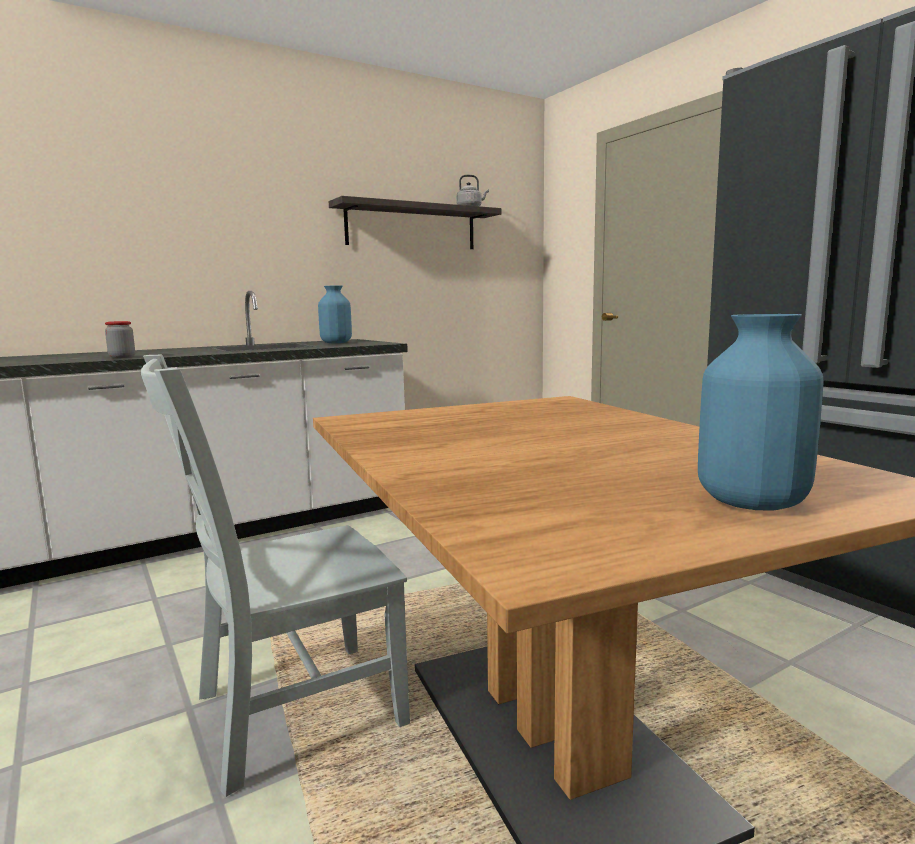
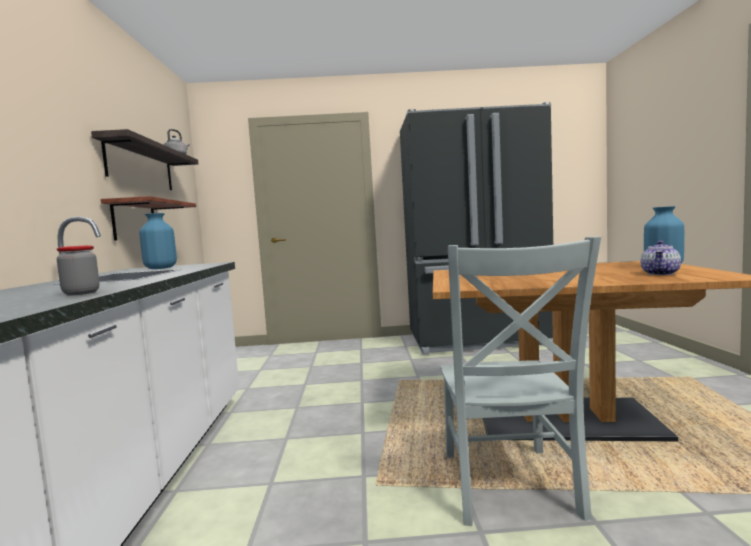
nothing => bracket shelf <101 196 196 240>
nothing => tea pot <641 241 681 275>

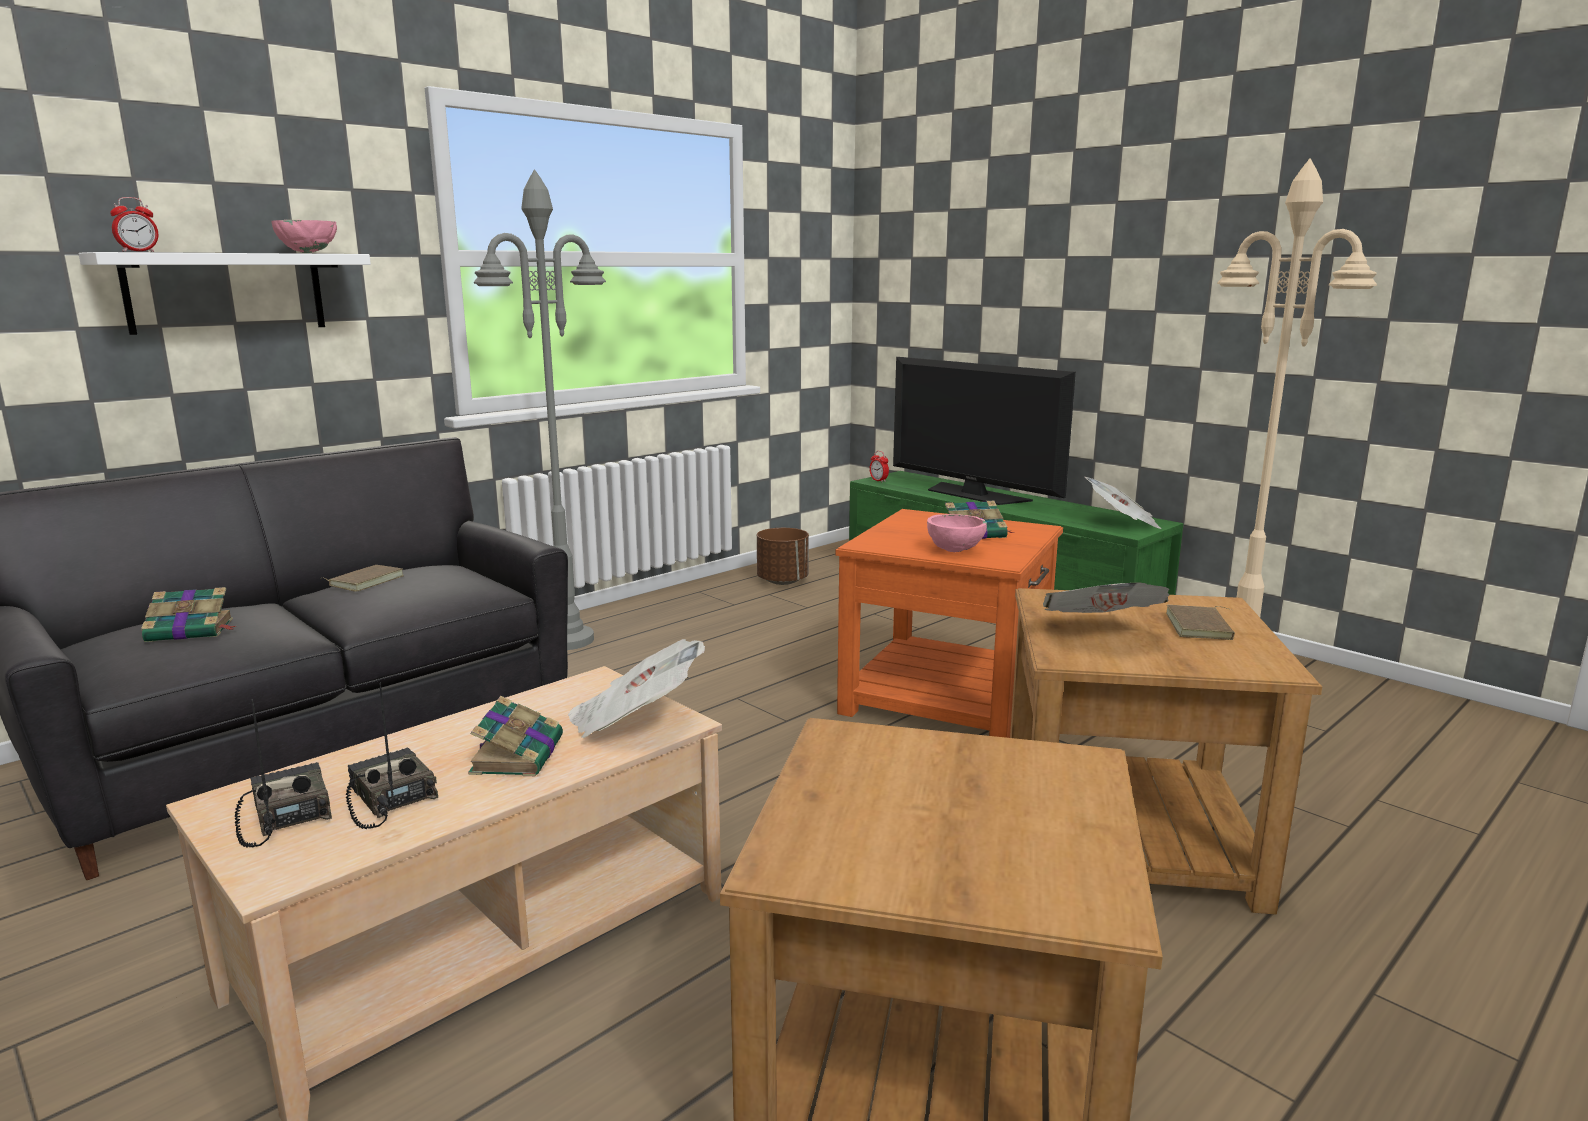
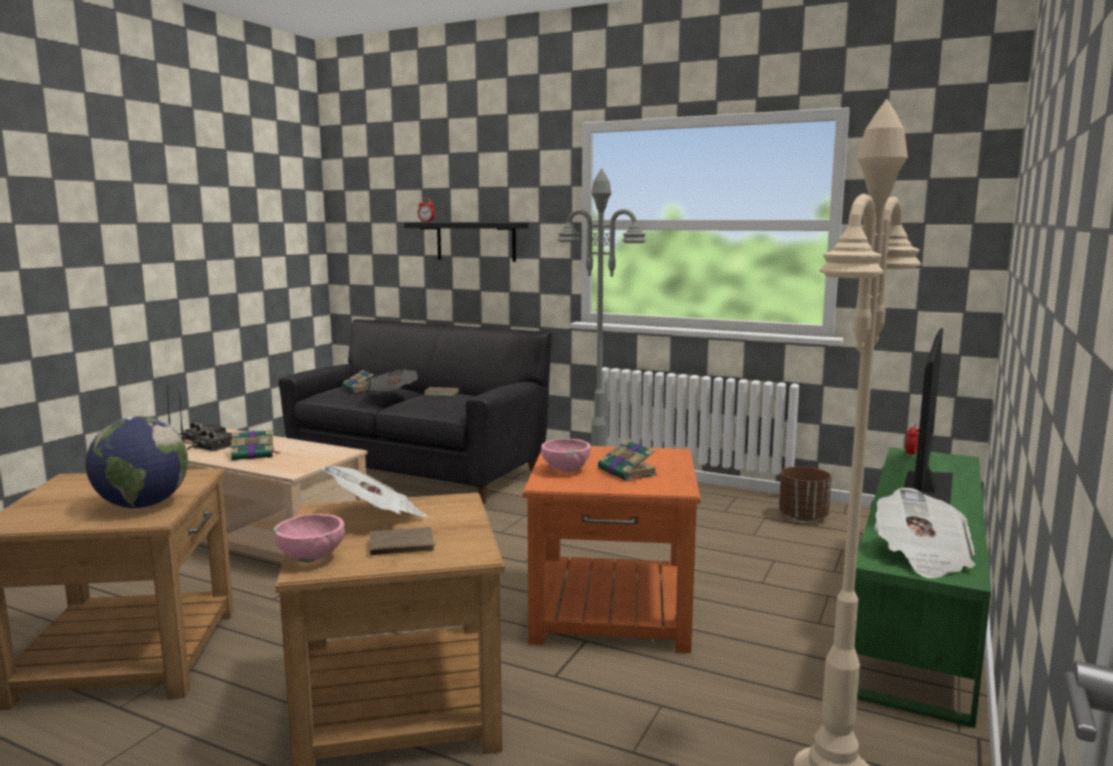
nothing => world globe <86 416 188 508>
deep dish (pinkish) <271 220 337 253> => deep dish (pinkish) <274 514 345 563>, moved
newspaper <568 639 705 738> => newspaper <367 369 419 391>, moved
bracket shelf (whitish) <79 252 371 335> => bracket shelf (black) <404 222 528 262>

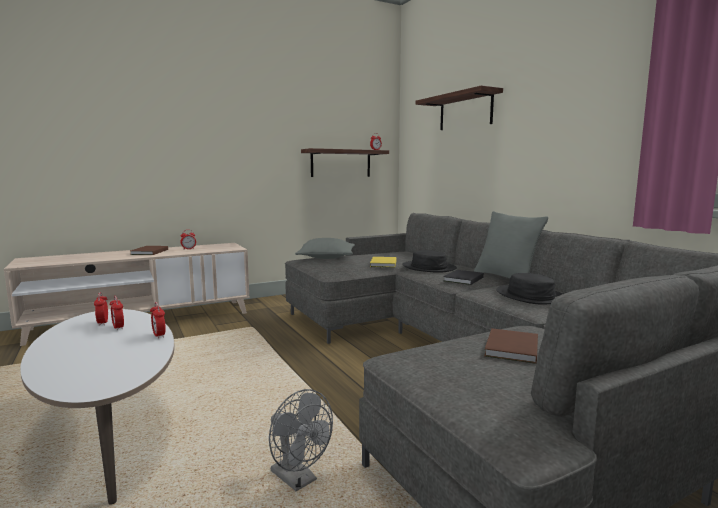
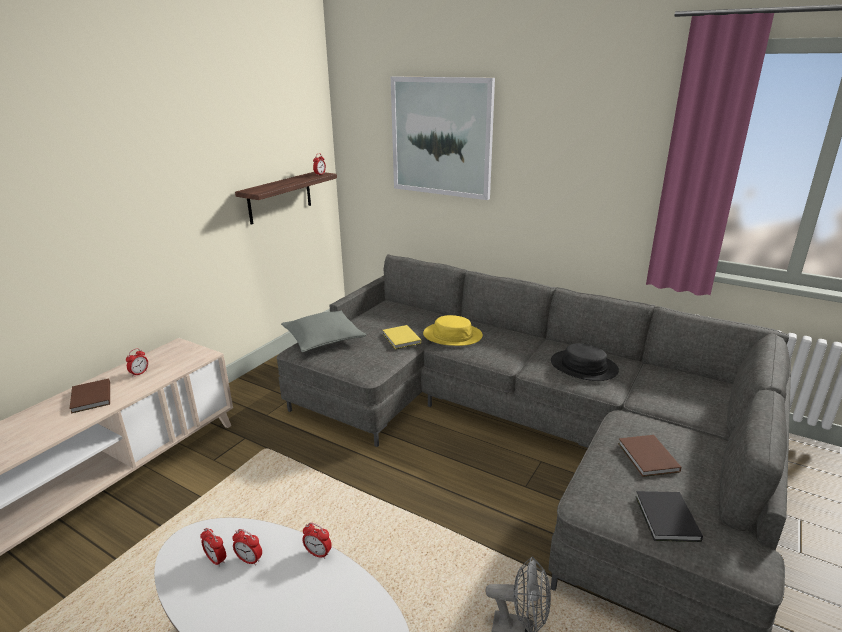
throw pillow (gray) <474 211 548 278> => nothing
volume (black) <443 270 484 285> => volume (black) <635 491 703 542>, moved
bracket shelf <416 85 503 130> => wall art <391 77 495 200>
wearable hat (black) <402 250 457 273> => wearable hat (yellow) <423 315 483 346>

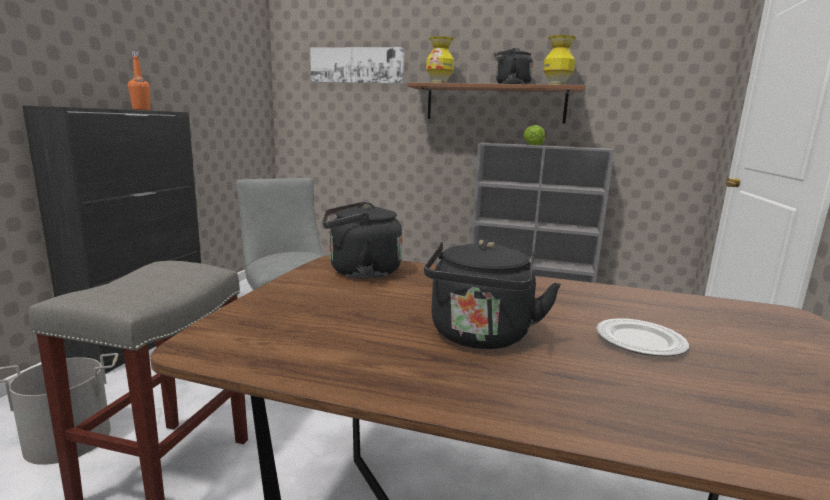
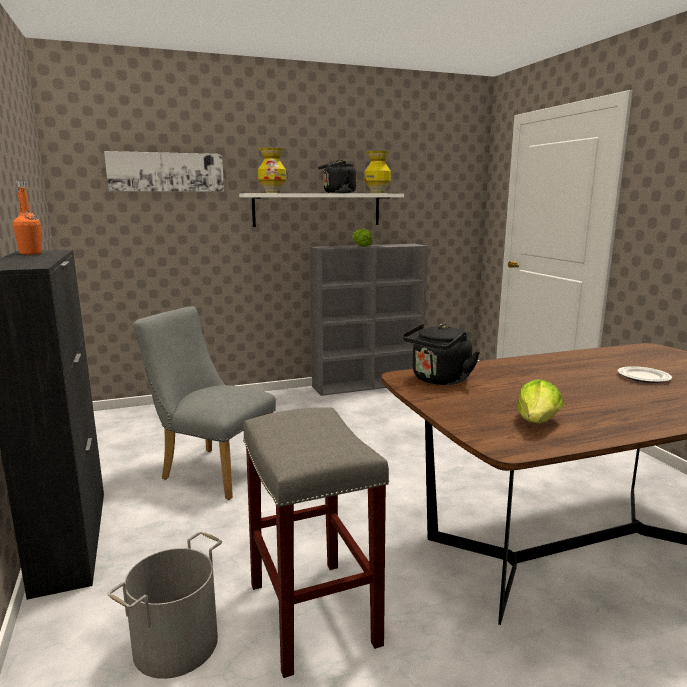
tea kettle (black) <424 240 561 349> => nothing
nothing => lettuce <517 379 563 423>
bracket shelf (brown) <407 82 585 124> => bracket shelf (whitish) <239 193 404 227>

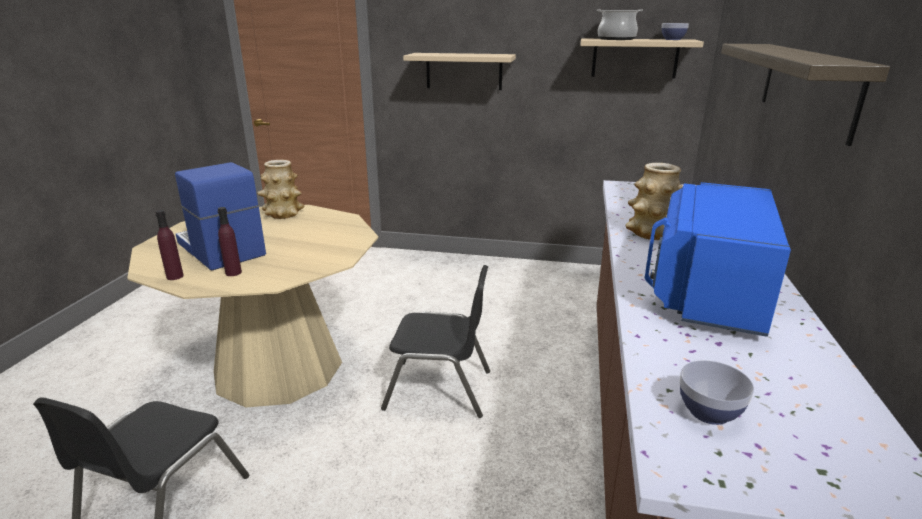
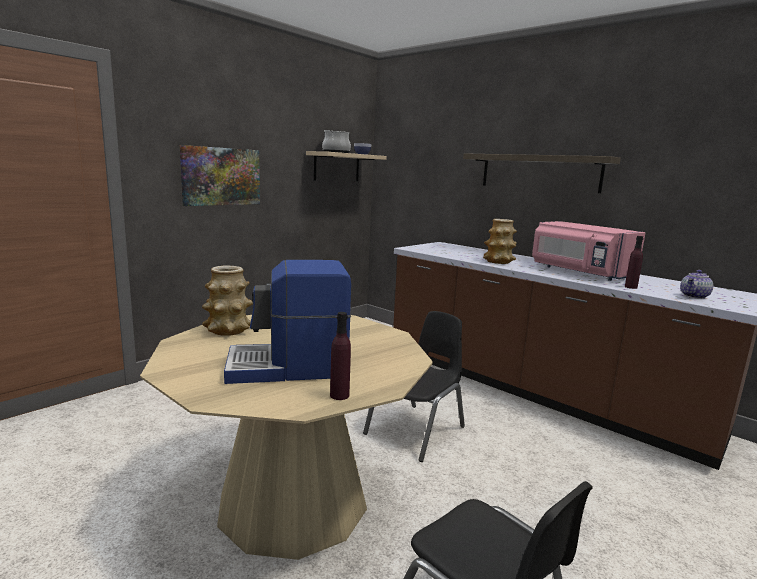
drink bottle (purplish) <217 207 242 276> => drink bottle (purplish) <625 236 643 289>, moved
bracket shelf (beige) <403 53 516 90> => wall art <180 145 260 206>
deep dish <680 360 754 425> => tea pot <680 270 713 299>
microwave (bluish) <645 182 791 337> => microwave (pinkish) <532 221 646 281>

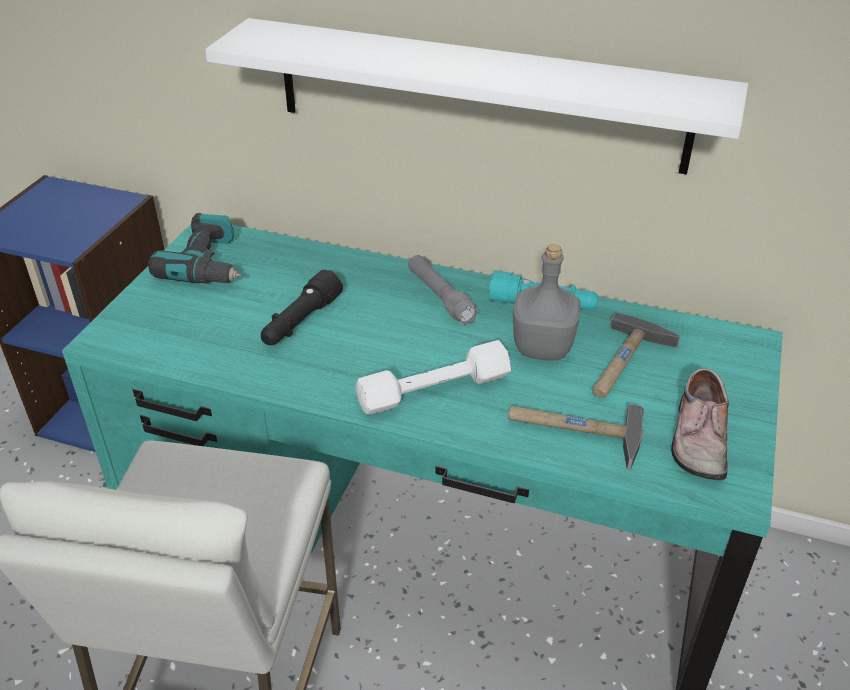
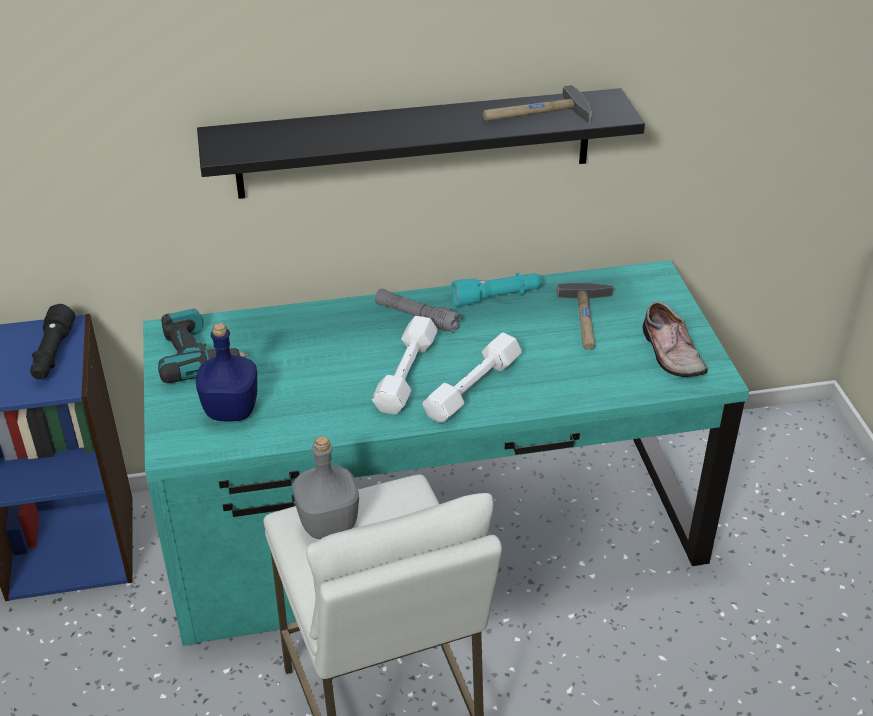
nothing => drink bottle (bluish) <196 323 257 422>
nothing => free weight (whitish) <372 316 438 415>
hand torch (black) <261 270 343 345> => hand torch (black) <30 304 75 379>, moved
hand hammer <508 404 644 470> => hand hammer <483 85 592 124>, moved
drink bottle (gray) <513 244 581 360> => drink bottle (gray) <292 436 359 539>, moved
bracket shelf (whitish) <205 18 748 174> => bracket shelf (black) <197 88 645 199>

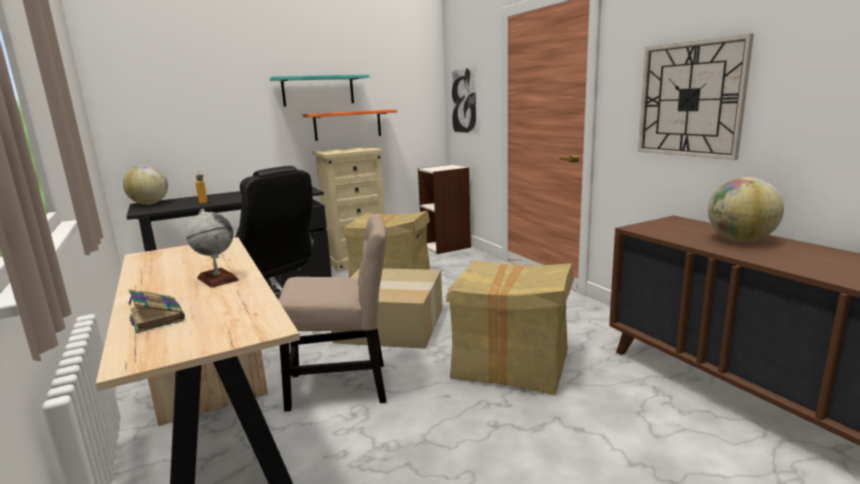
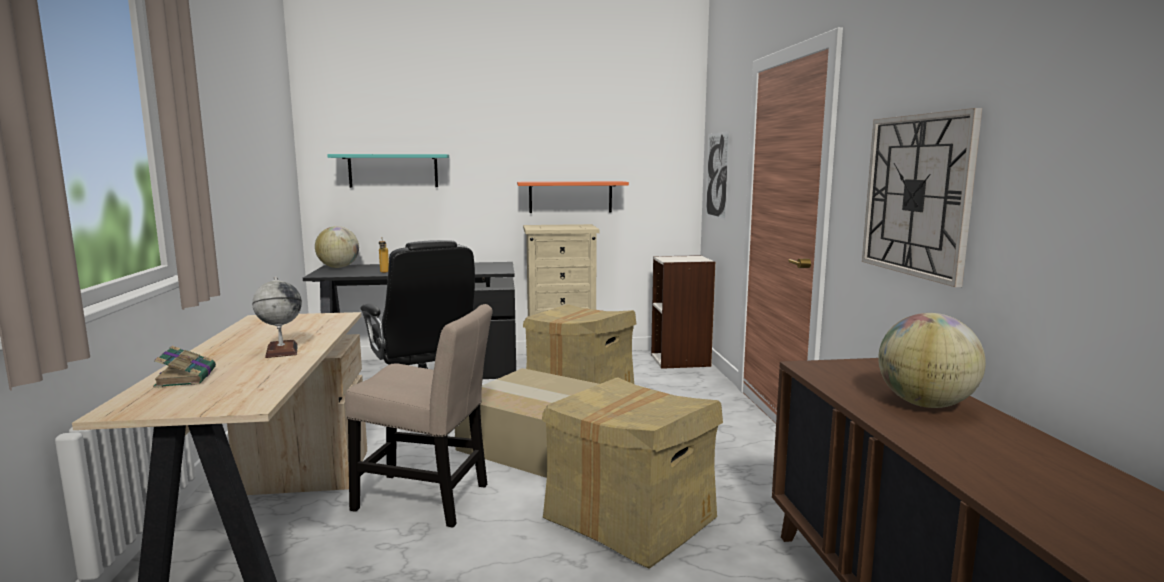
bracket shelf (turquoise-coloured) <270 74 370 107> => bracket shelf (turquoise-coloured) <327 154 449 188>, moved

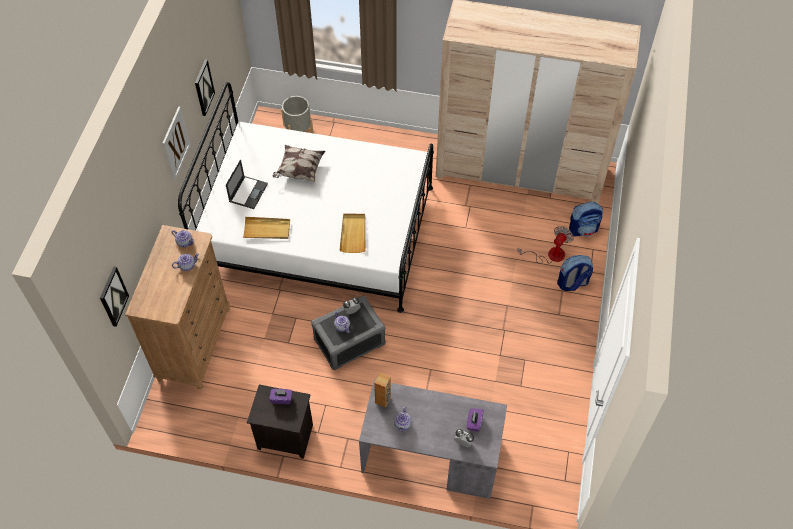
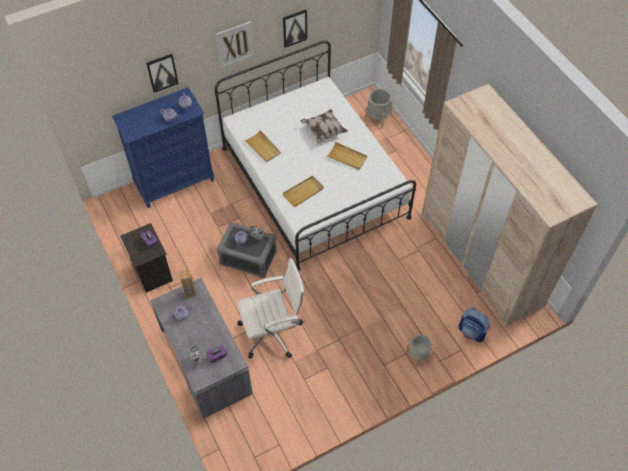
notebook computer <226 159 268 209> => nothing
electric fan <517 226 574 264> => nothing
nothing => desk chair (whitish) <237 258 305 359>
nothing => carrying tray (beige) <327 142 367 170>
wall art <100 266 129 327> => wall art <146 54 179 93>, moved
backpack <557 255 593 291> => plant pot (gray) <405 335 434 368>
dresser (brown) <125 225 230 390> => dresser (bluish) <112 87 214 208>

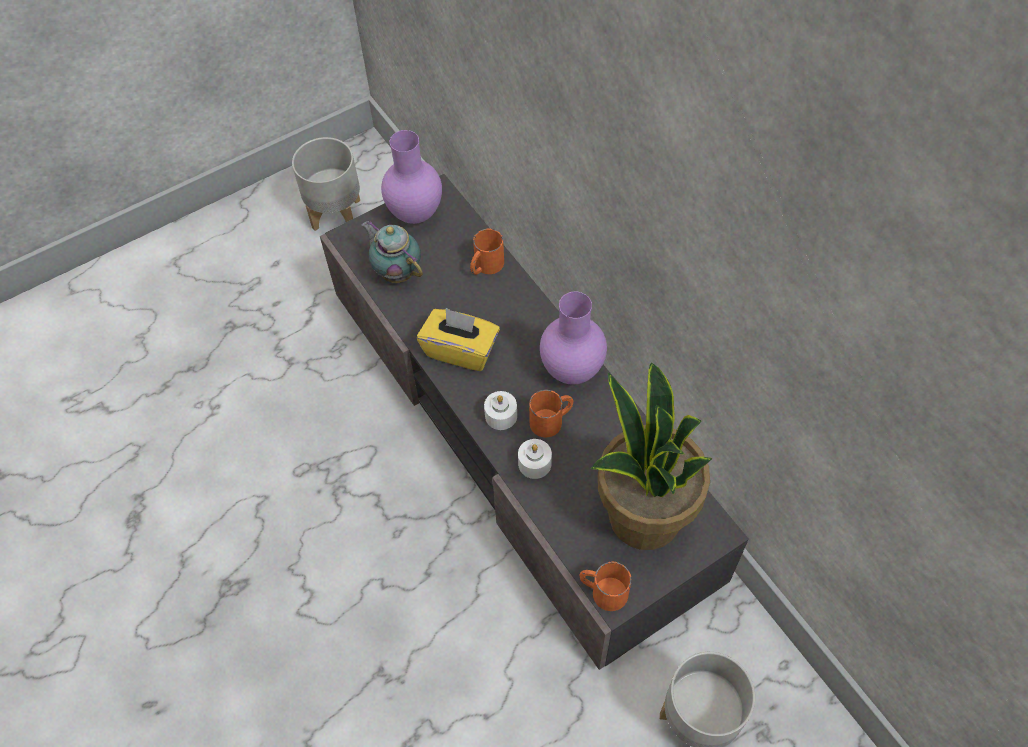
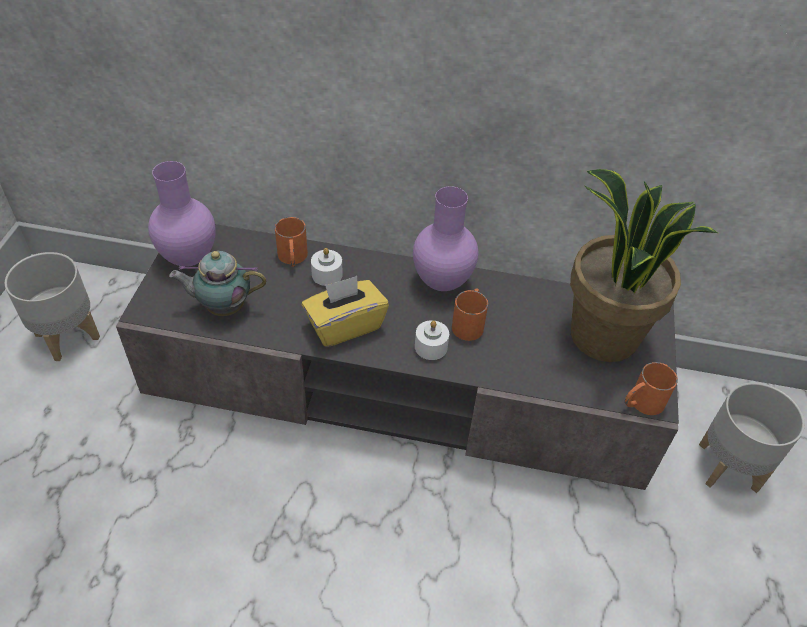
wax light (whitish) <518 439 552 479> => wax light (whitish) <311 248 343 286>, moved

